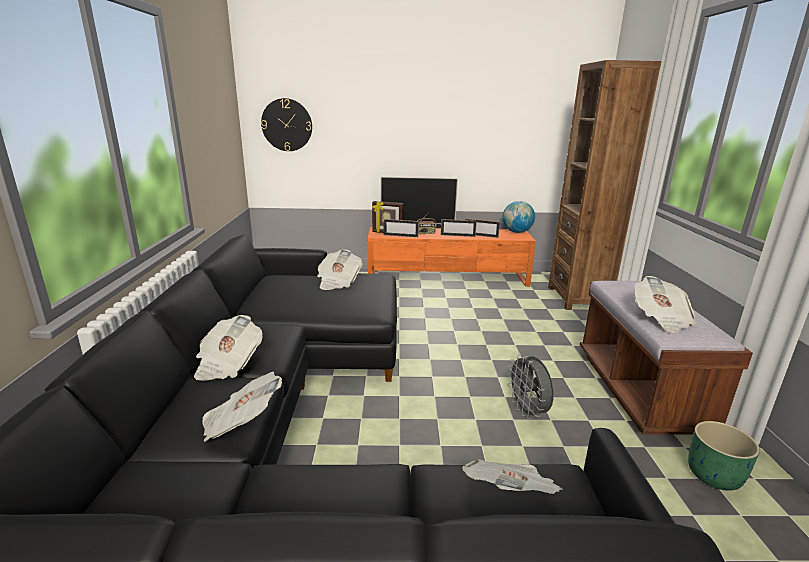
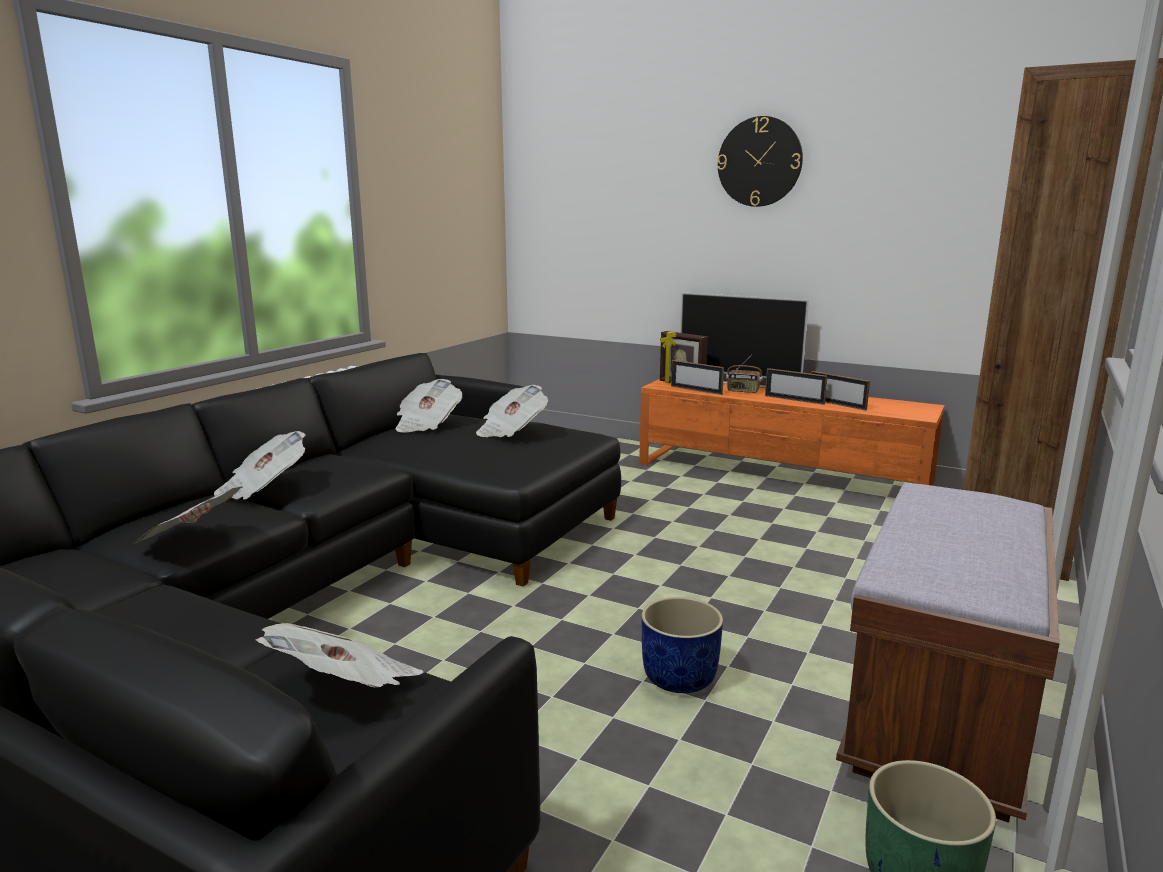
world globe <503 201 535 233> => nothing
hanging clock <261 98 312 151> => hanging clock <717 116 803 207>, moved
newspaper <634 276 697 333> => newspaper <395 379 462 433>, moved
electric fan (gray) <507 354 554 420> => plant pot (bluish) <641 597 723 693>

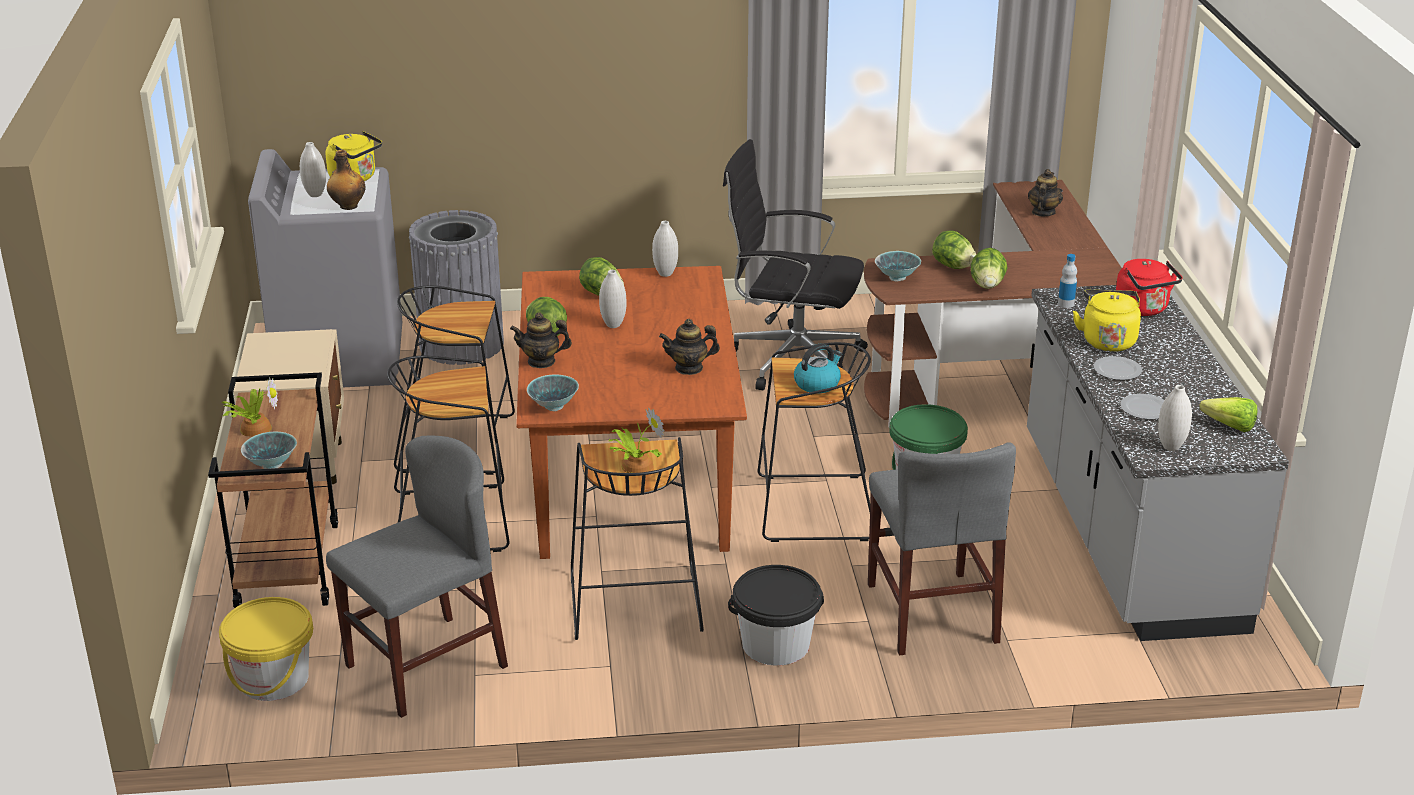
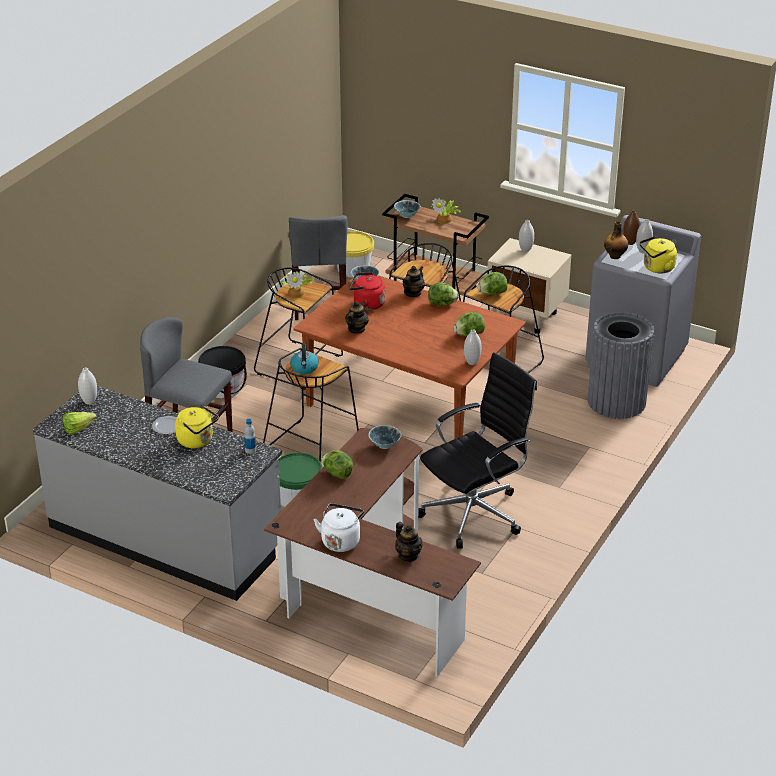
flat dish <1120 394 1164 419> => nothing
nothing => tea kettle (whitish) <314 503 364 552>
nothing => decorative vase (brown) <624 211 640 245>
decorative vase (whitish) <599 270 627 328> => decorative vase (whitish) <519 220 534 252>, moved
lettuce <932 231 976 269> => lettuce <478 272 508 295>, moved
tea kettle (red-coloured) <1116 259 1183 316> => tea kettle (red-coloured) <349 272 385 310>, moved

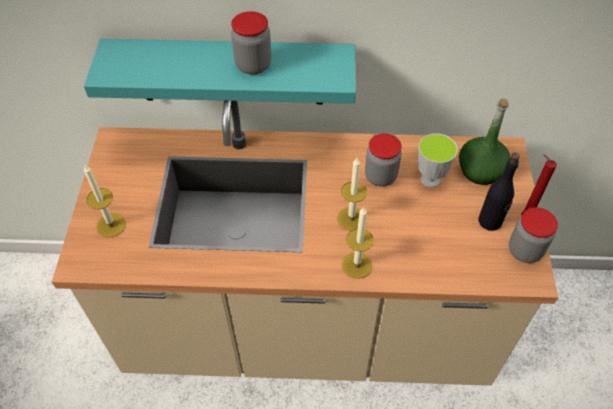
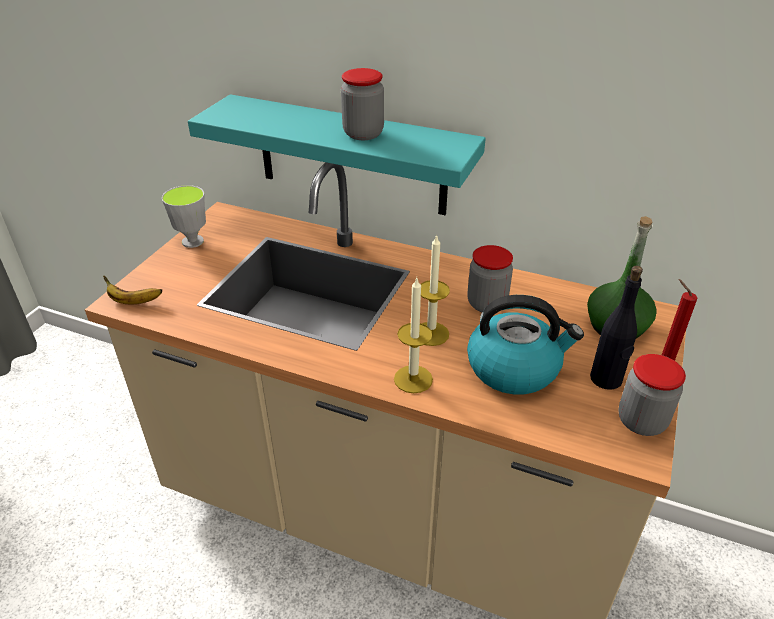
wax light <84 165 126 237> => nothing
nothing => banana <103 276 162 304>
nothing => tea kettle <467 295 584 394>
cup <418 133 458 188> => cup <162 185 206 248>, moved

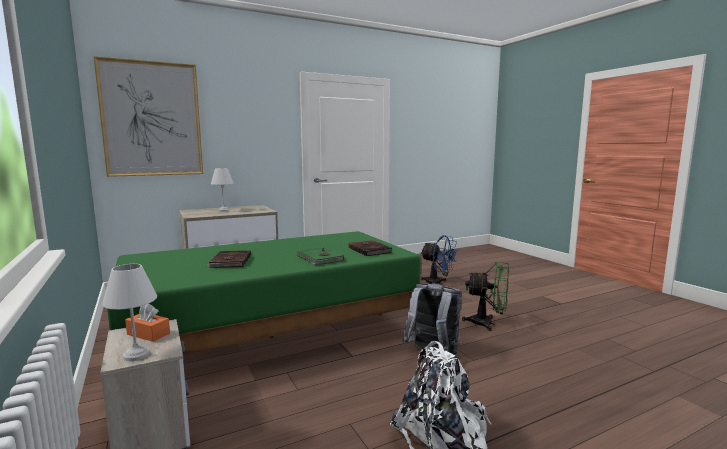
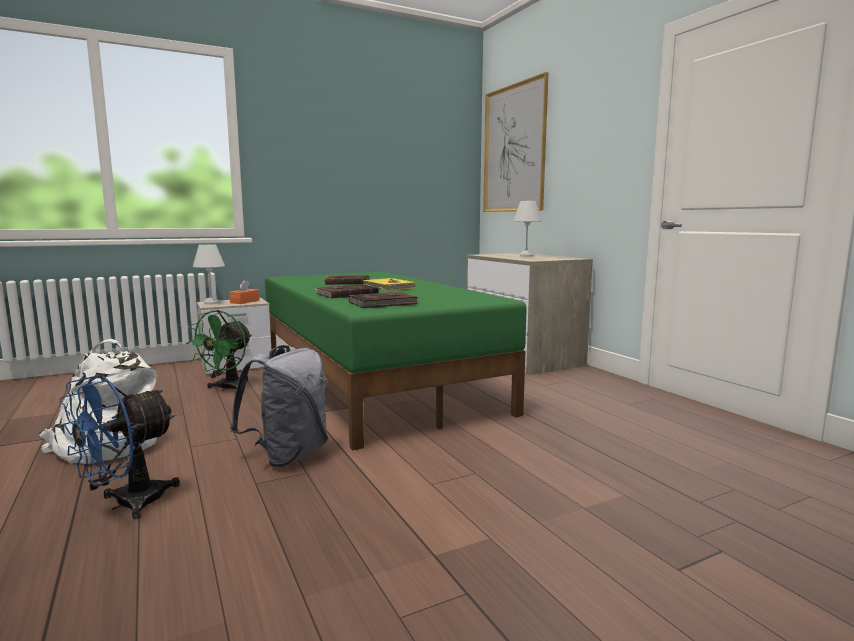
nothing => volume (yellow) <363 278 415 291>
electric fan (bluish) <420 235 458 284> => electric fan (bluish) <59 375 180 519>, moved
electric fan (greenish) <462 262 509 331> => electric fan (greenish) <186 310 252 391>, moved
volume (greenish) <297 247 344 265> => volume (brown) <314 284 379 298>

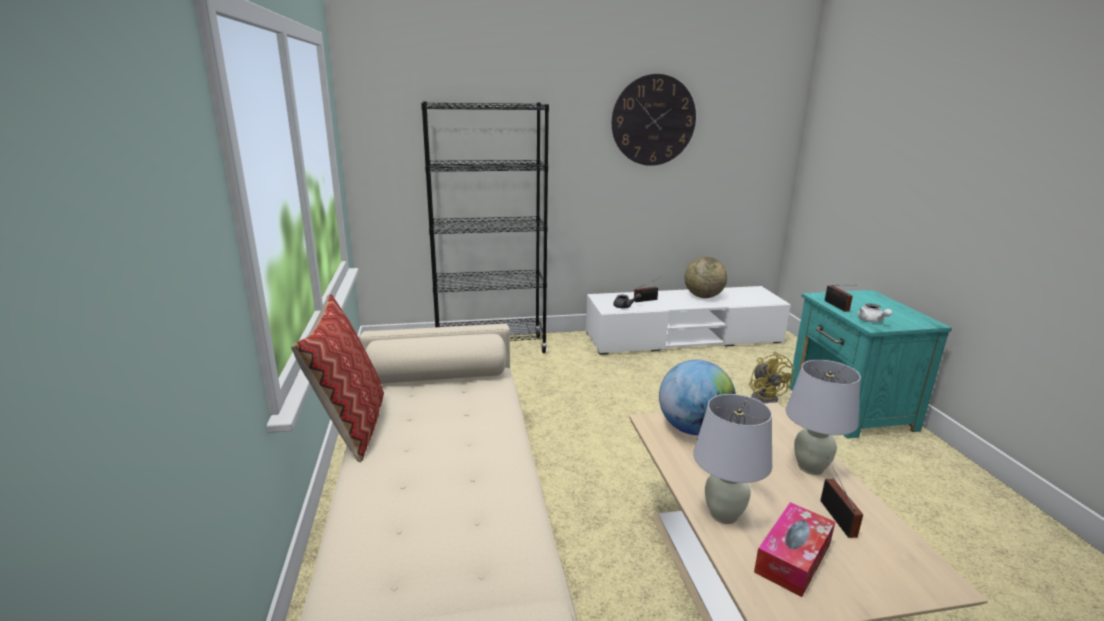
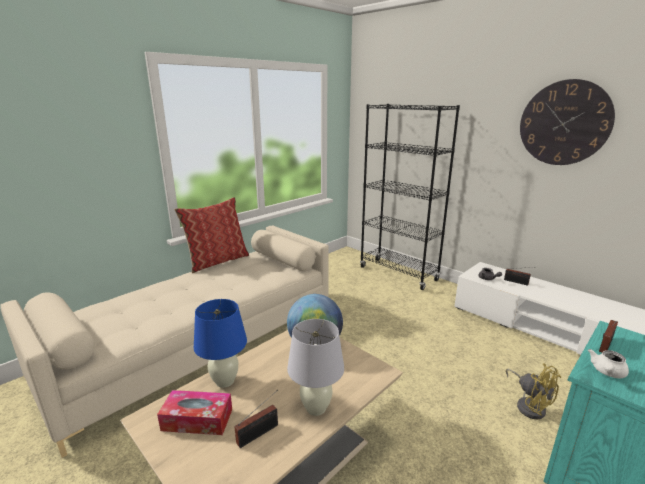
world globe <685 257 727 298> => nothing
table lamp (whitish) <693 394 772 524> => table lamp (bluish) <194 299 247 388>
electric fan (yellow) <749 351 794 403> => electric fan (yellow) <506 363 561 419>, 75 degrees counterclockwise

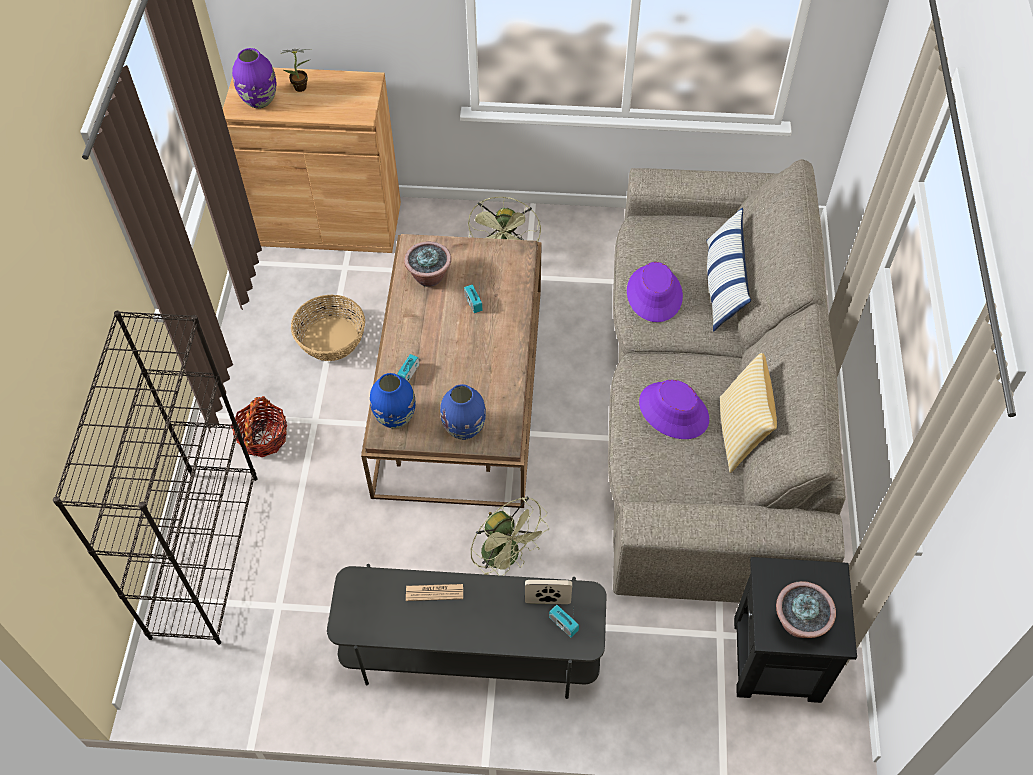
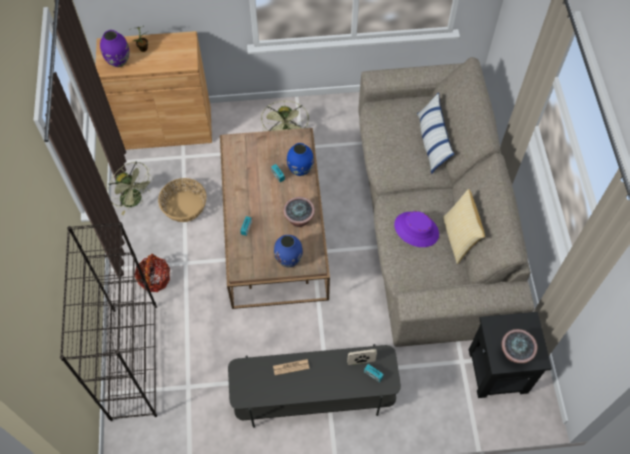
wearable hat (purplish) <627 262 683 322> => nothing
decorative vase (bluish) <370 373 416 428> => decorative vase (bluish) <287 143 314 176>, moved
houseplant <404 241 451 287> => houseplant <283 197 315 227>, moved
electric fan (greenish) <470 497 549 576> => electric fan (greenish) <108 161 154 215>, moved

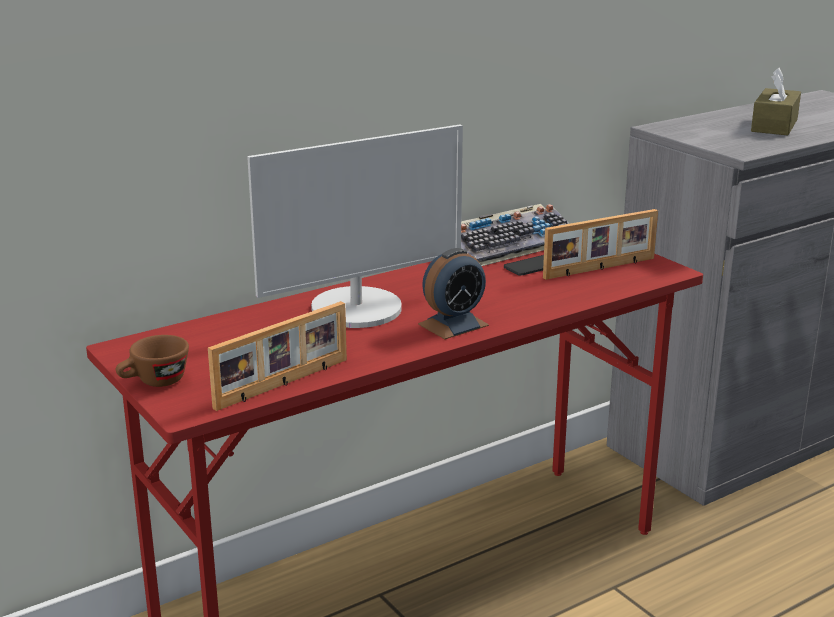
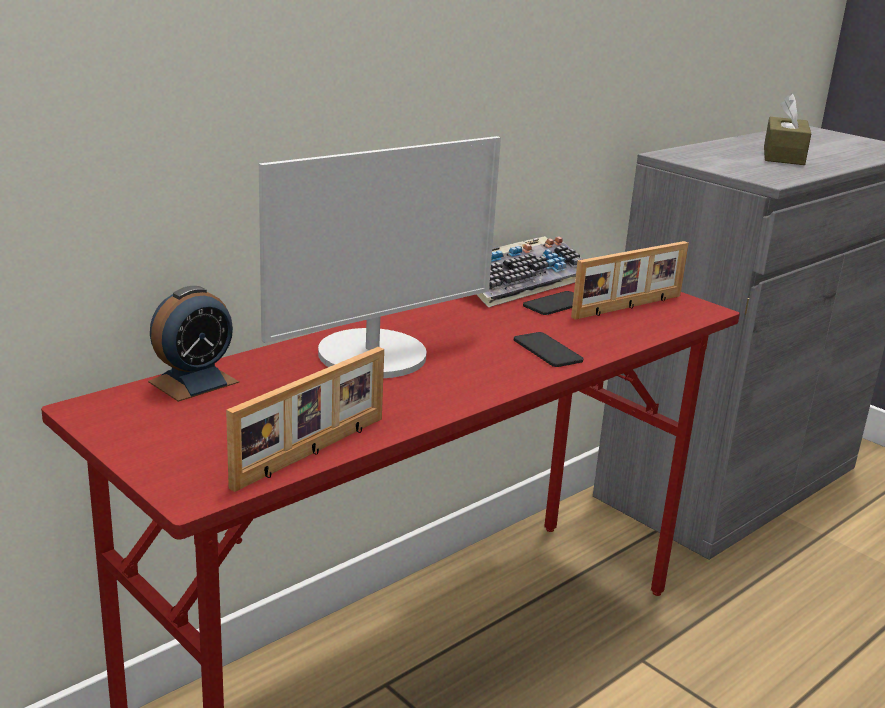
cup (brown) <116 335 189 387> => nothing
nothing => handset <514 332 584 367>
table clock <418 248 489 339> => table clock <148 286 239 402>, moved

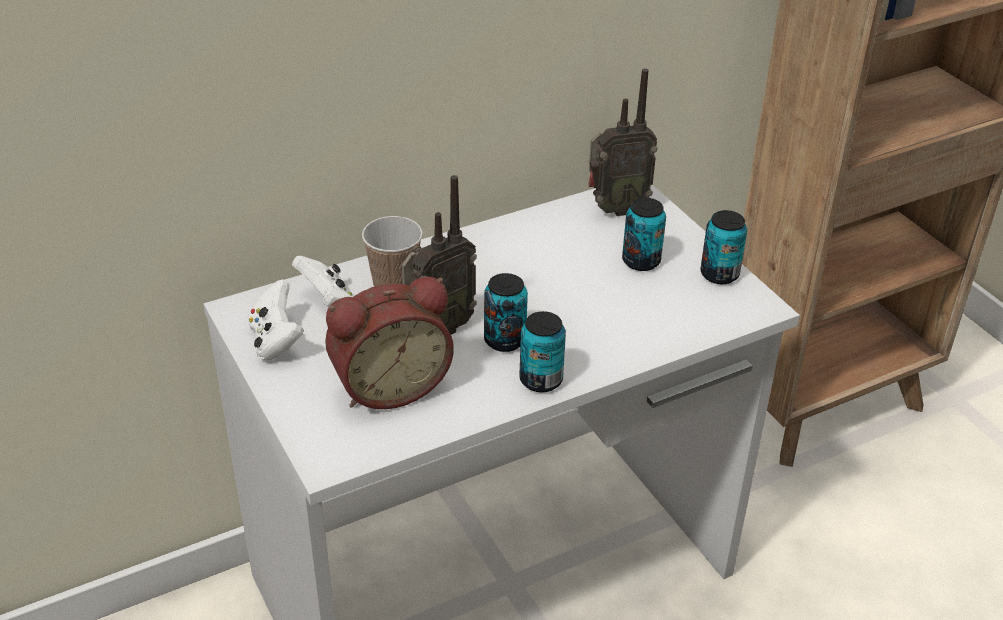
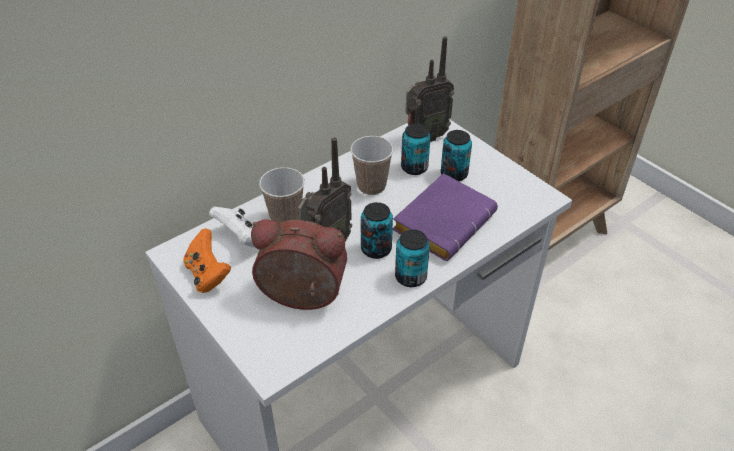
nothing => cup <351 136 393 195>
nothing => volume (purplish) <393 173 498 261>
sealed can <700 210 747 284> => sealed can <401 124 431 175>, moved
gamepad (whitish) <248 279 304 360> => gamepad (orange-coloured) <183 228 231 293>
table clock <325 277 454 409> => table clock <251 219 347 310>, 135 degrees counterclockwise

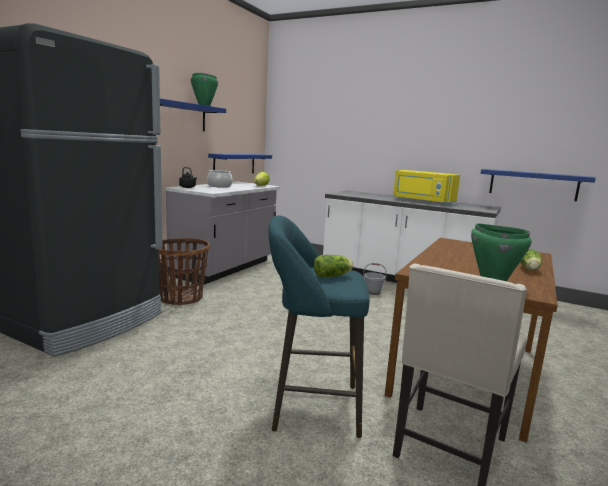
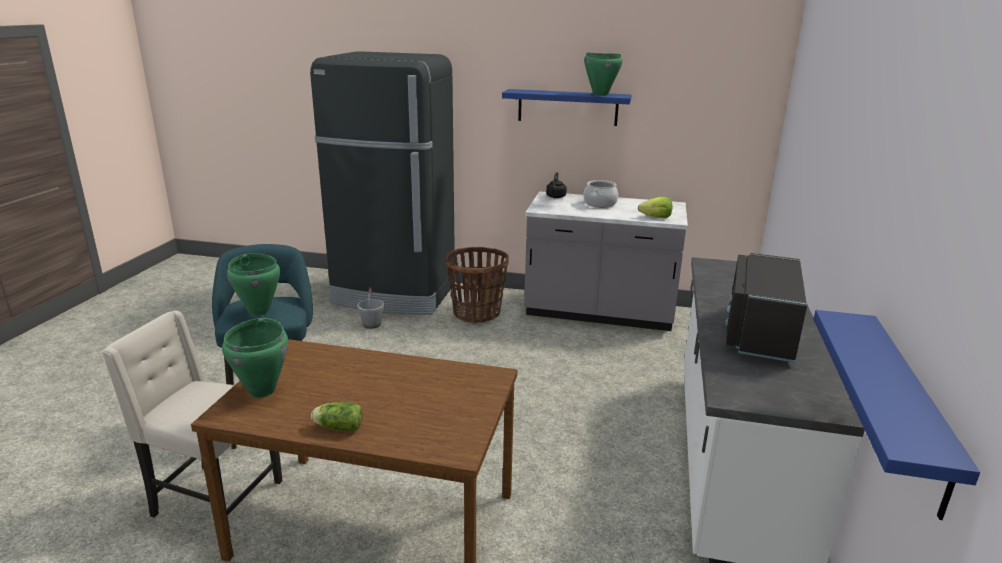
bracket shelf (bluish) <208 154 272 173> => nothing
bucket (gray) <363 263 387 295> => bucket (gray) <357 287 384 329>, moved
lettuce <314 255 354 278> => stockpot (greenish) <227 253 280 316>
microwave (yellow) <393 170 460 205> => microwave (black) <725 253 807 363>

